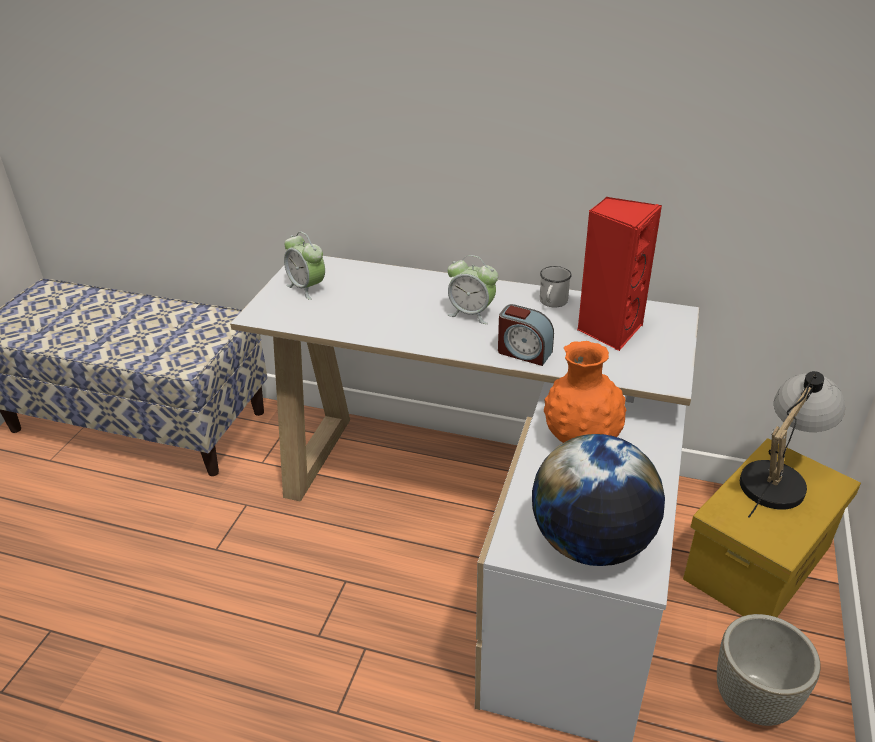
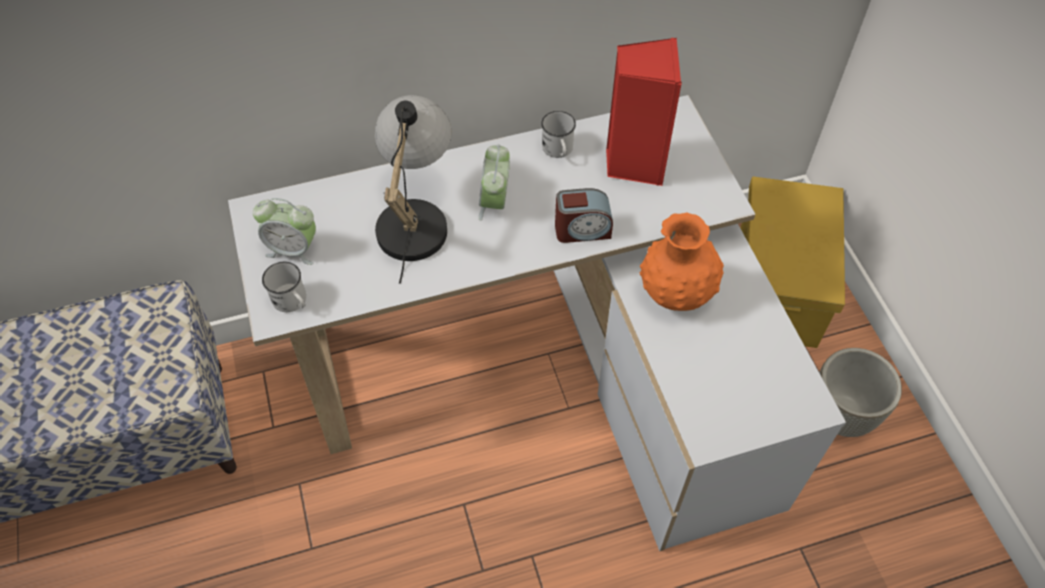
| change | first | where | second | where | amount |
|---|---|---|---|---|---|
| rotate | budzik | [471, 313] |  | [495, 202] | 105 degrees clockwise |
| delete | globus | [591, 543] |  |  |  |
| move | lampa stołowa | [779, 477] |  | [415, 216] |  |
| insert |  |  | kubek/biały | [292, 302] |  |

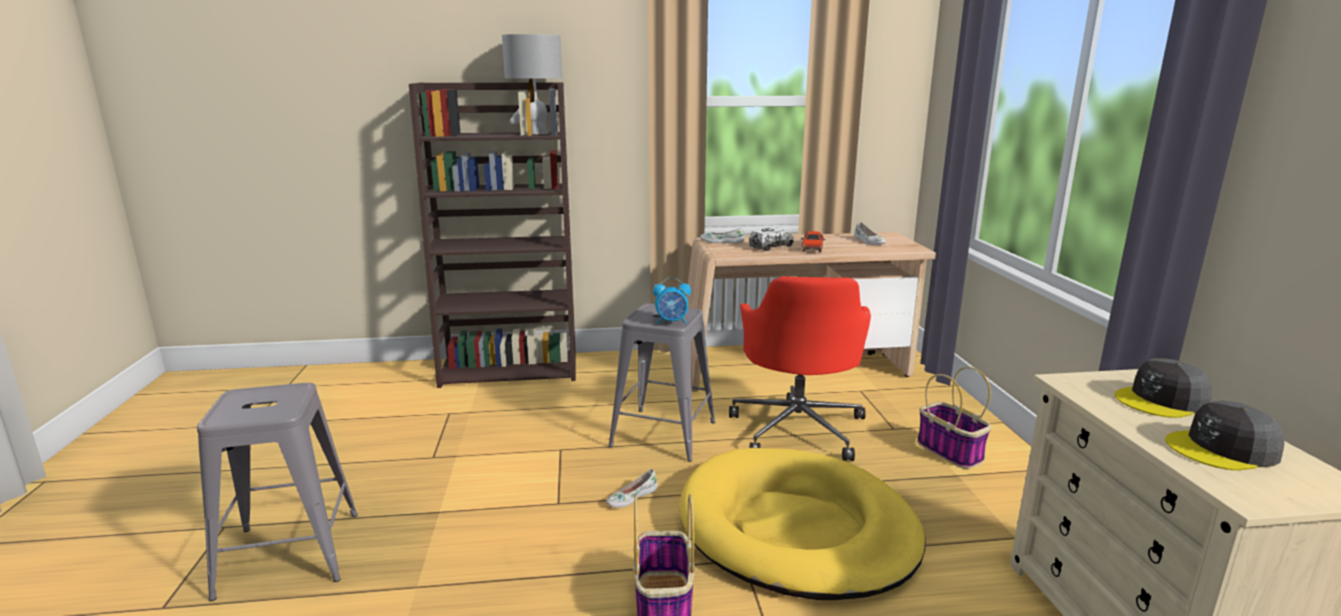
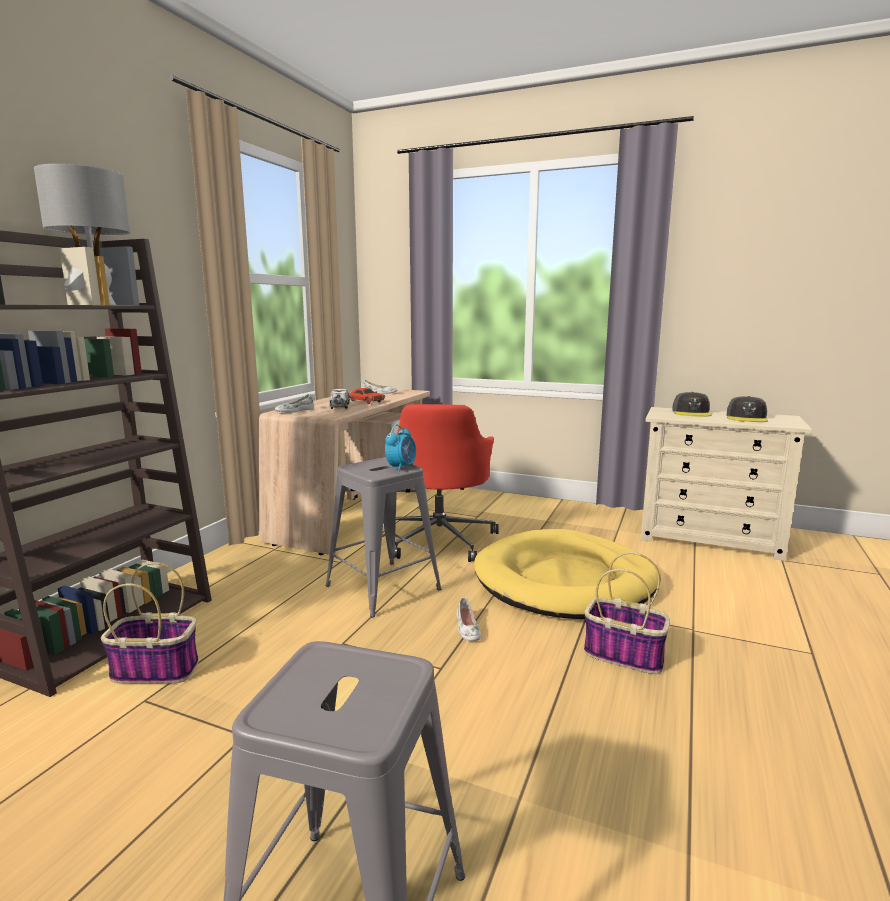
| change | first | where | second | where | amount |
|---|---|---|---|---|---|
| rotate | krzesło biurowe/czerwony | [798, 428] |  | [440, 540] | 60 degrees clockwise |
| move | koszyk | [951, 452] |  | [157, 670] |  |

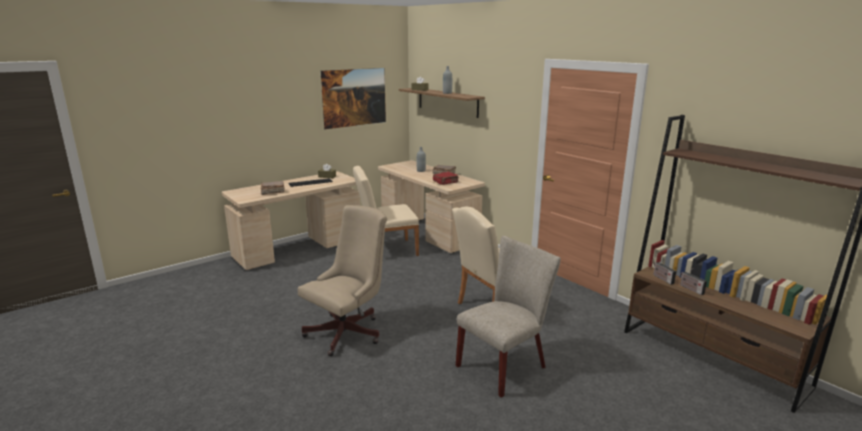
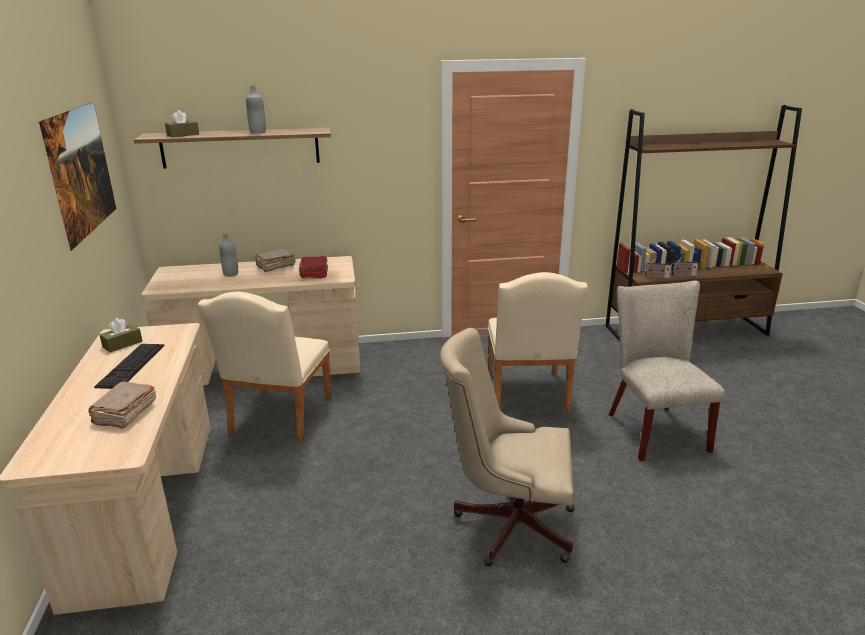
| change | first | where | second | where | amount |
|---|---|---|---|---|---|
| rotate | krzesło biurowe/beżowy | [349, 331] |  | [507, 523] | 60 degrees counterclockwise |

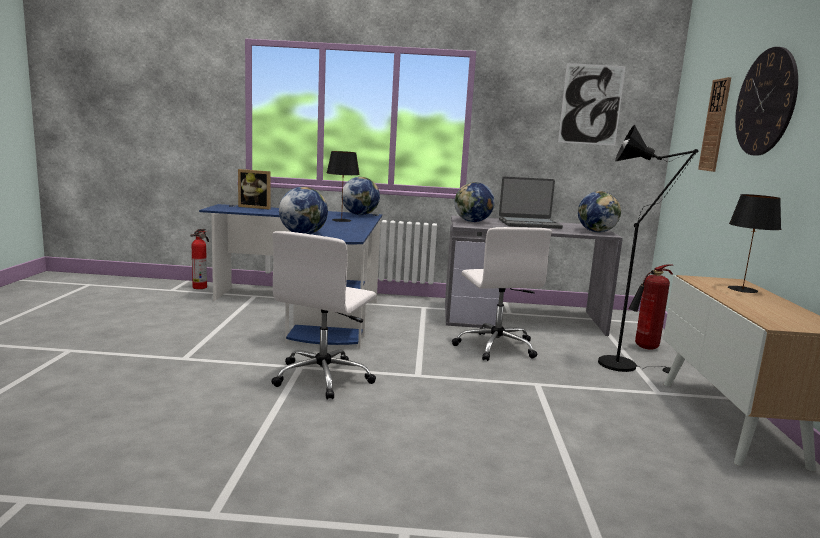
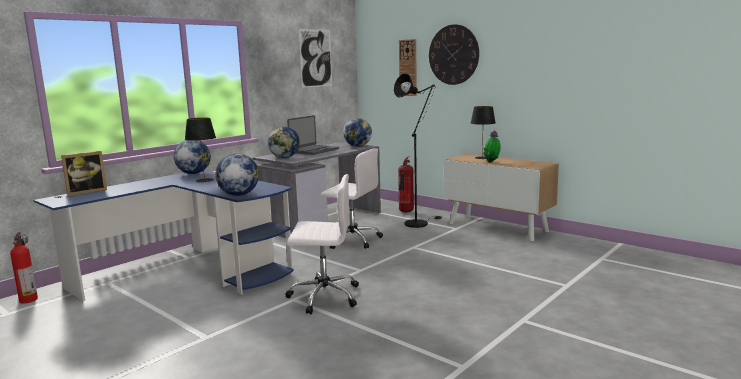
| change | first | where | second | where | amount |
|---|---|---|---|---|---|
| rotate | krzesło biurowe/biały | [323, 377] |  | [323, 296] | 60 degrees counterclockwise |
| insert |  |  | roślina doniczkowa | [492, 162] |  |

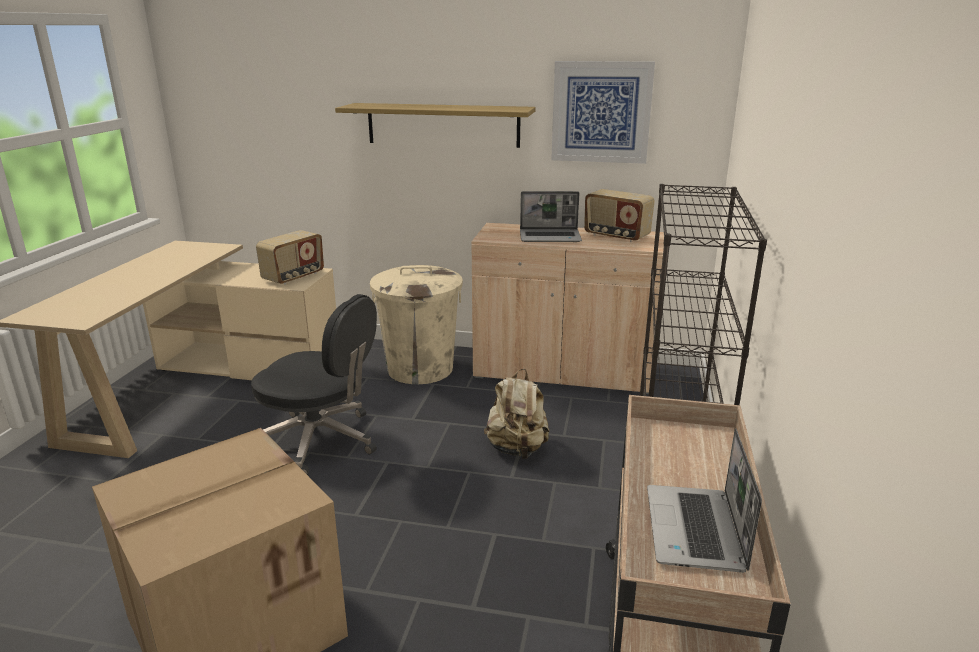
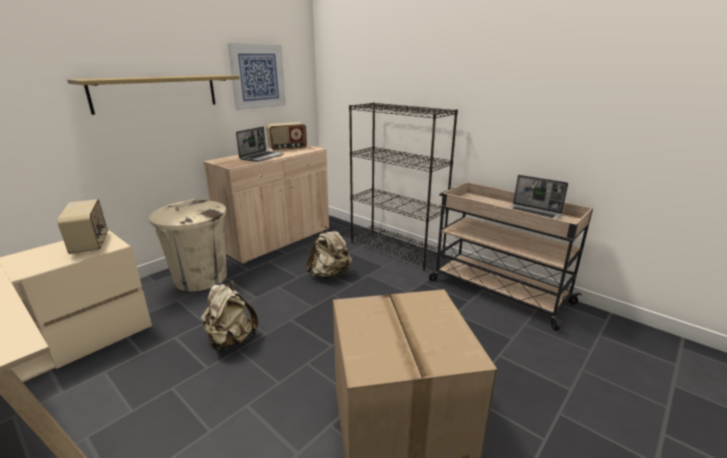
| change | first | where | second | where | amount |
|---|---|---|---|---|---|
| replace | krzesło biurowe/czarny | [320, 441] | plecak/beżowy | [231, 341] |  |

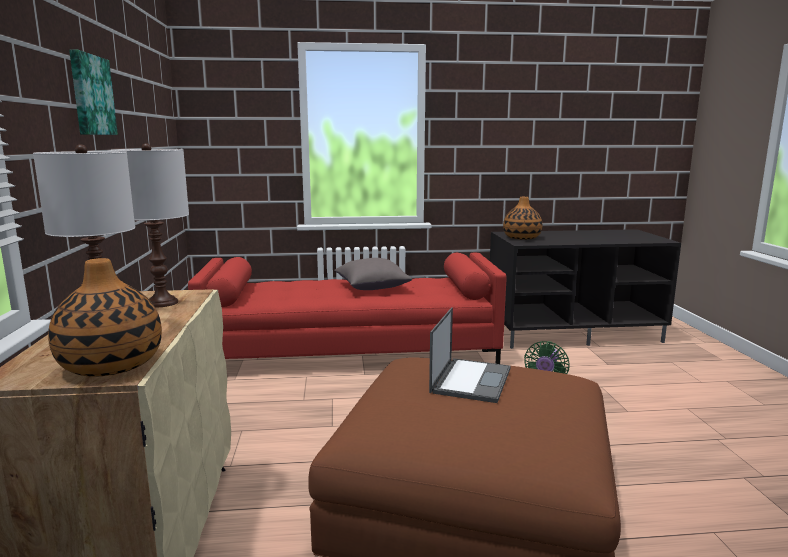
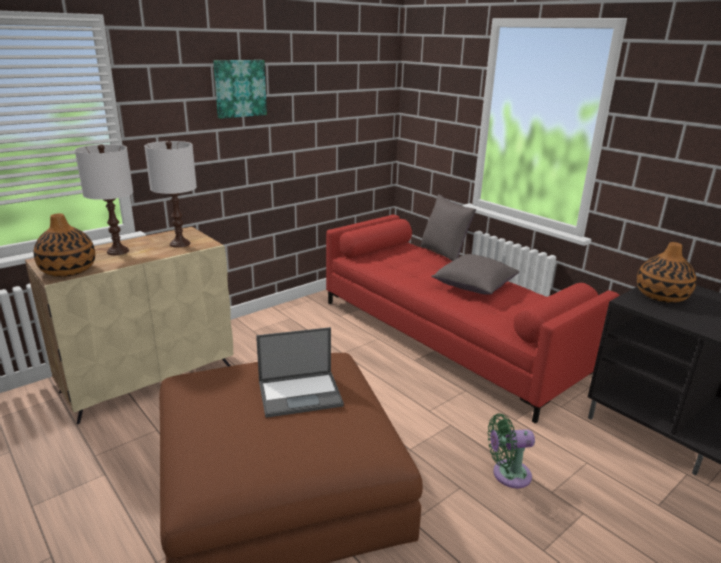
| change | first | where | second | where | amount |
|---|---|---|---|---|---|
| insert |  |  | poduszka/szary | [444, 254] |  |

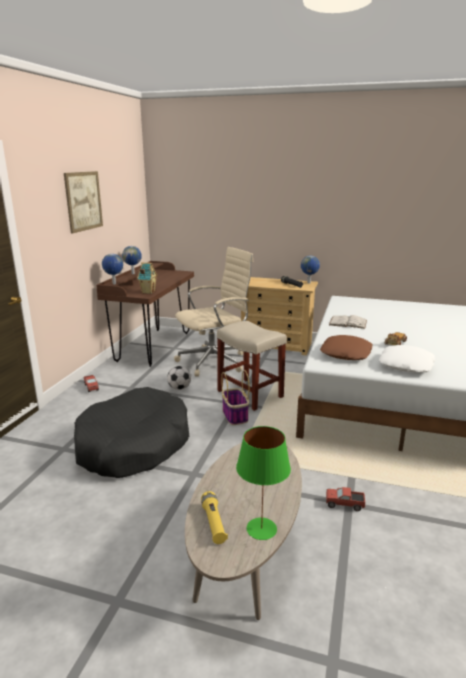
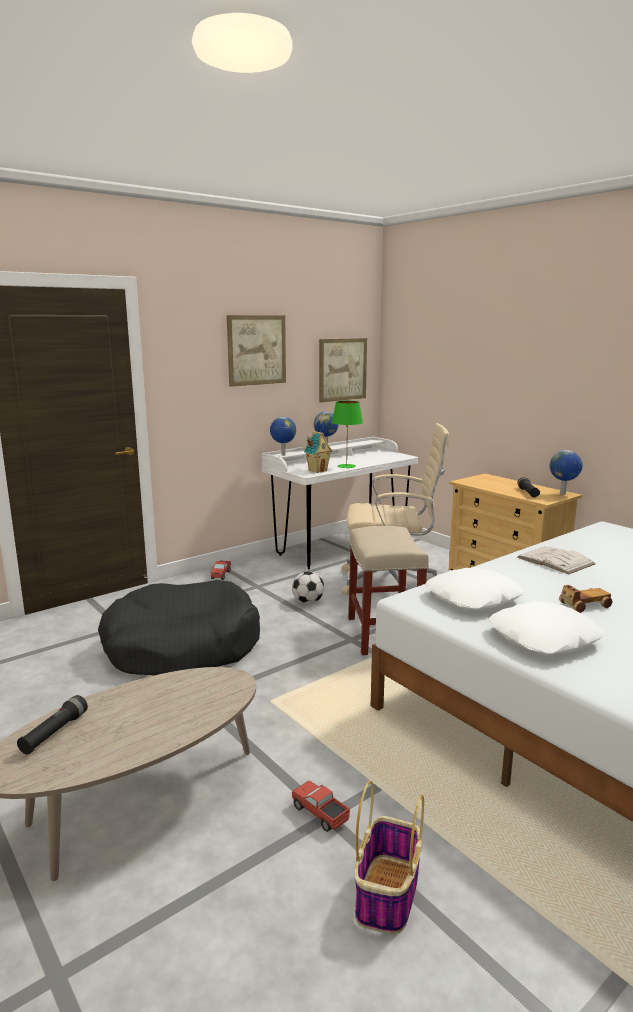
| change | first | where | second | where | amount |
|---|---|---|---|---|---|
| recolor | biurko/brązowy | [153, 346] | biurko/biały | [341, 548] |  |
| recolor | latarka/żółty | [213, 523] | latarka/czarny | [54, 733] |  |
| move | koszyk | [235, 416] |  | [387, 895] |  |
| move | lampa stołowa/zielony | [261, 529] |  | [346, 466] |  |
| recolor | poduszka/brązowy | [346, 353] | poduszka/biały | [473, 598] |  |
| insert |  |  | obraz | [342, 369] |  |

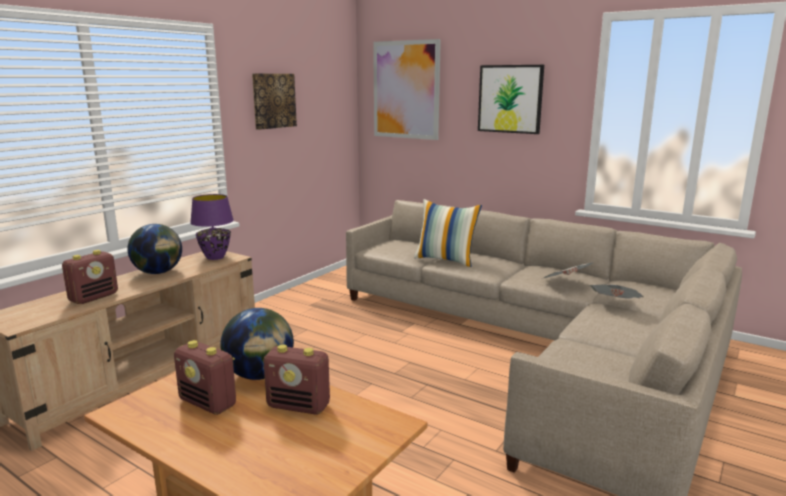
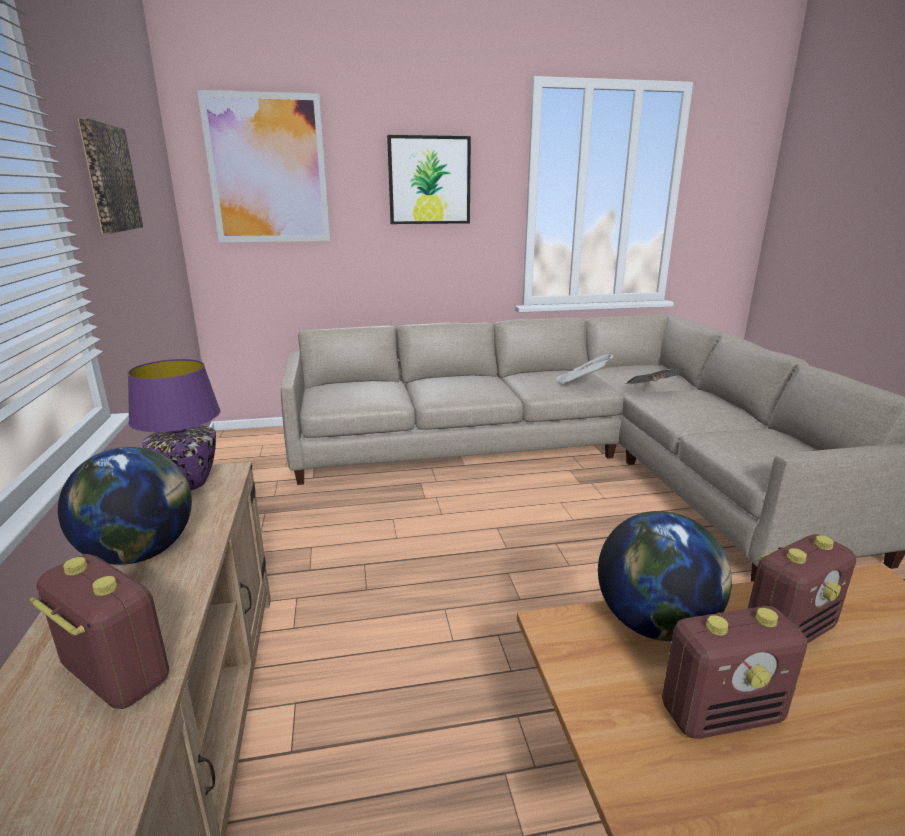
| change | first | where | second | where | amount |
|---|---|---|---|---|---|
| rotate | radio | [94, 297] |  | [115, 674] | 45 degrees counterclockwise |
| delete | poduszka | [446, 260] |  |  |  |

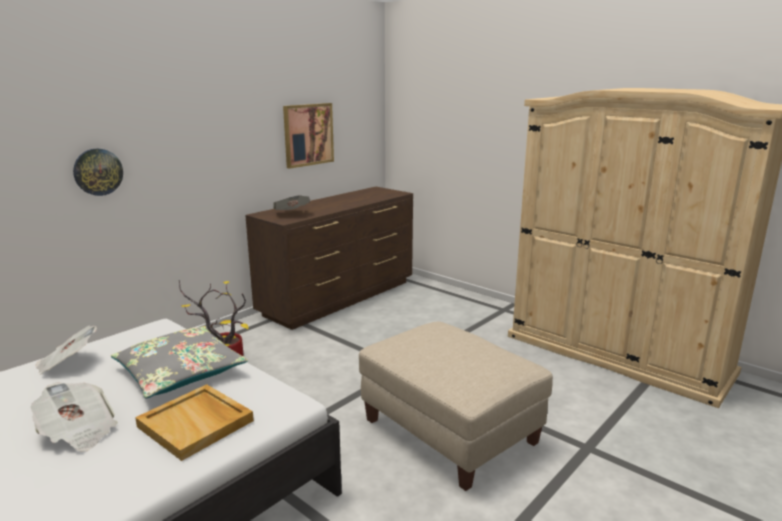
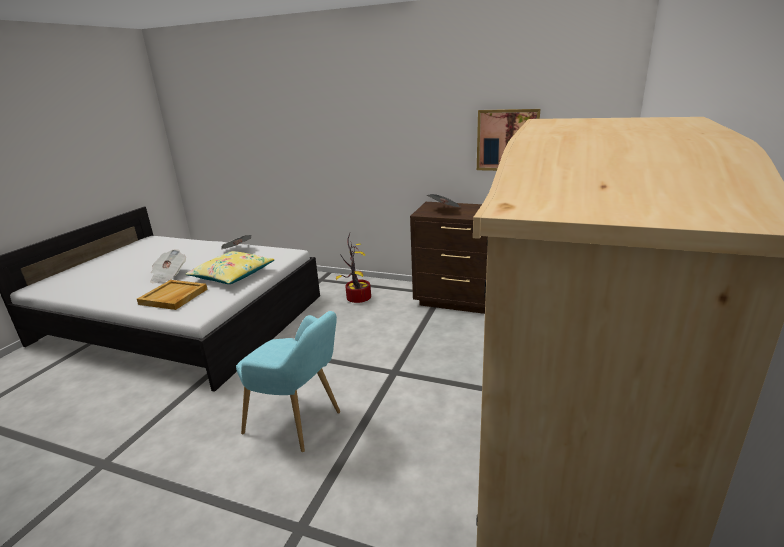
| change | first | where | second | where | amount |
|---|---|---|---|---|---|
| delete | zegar ścienny | [98, 172] |  |  |  |
| recolor | poduszka/szary | [180, 372] | poduszka/żółty | [232, 275] |  |
| replace | pufa/beżowy | [449, 432] | fotel/turkusowy | [299, 423] |  |

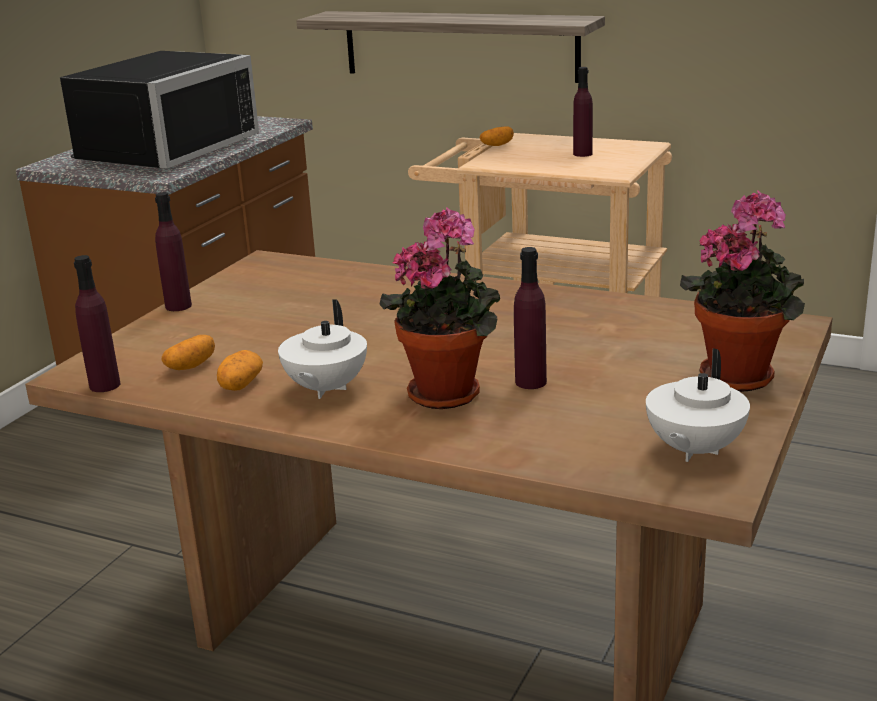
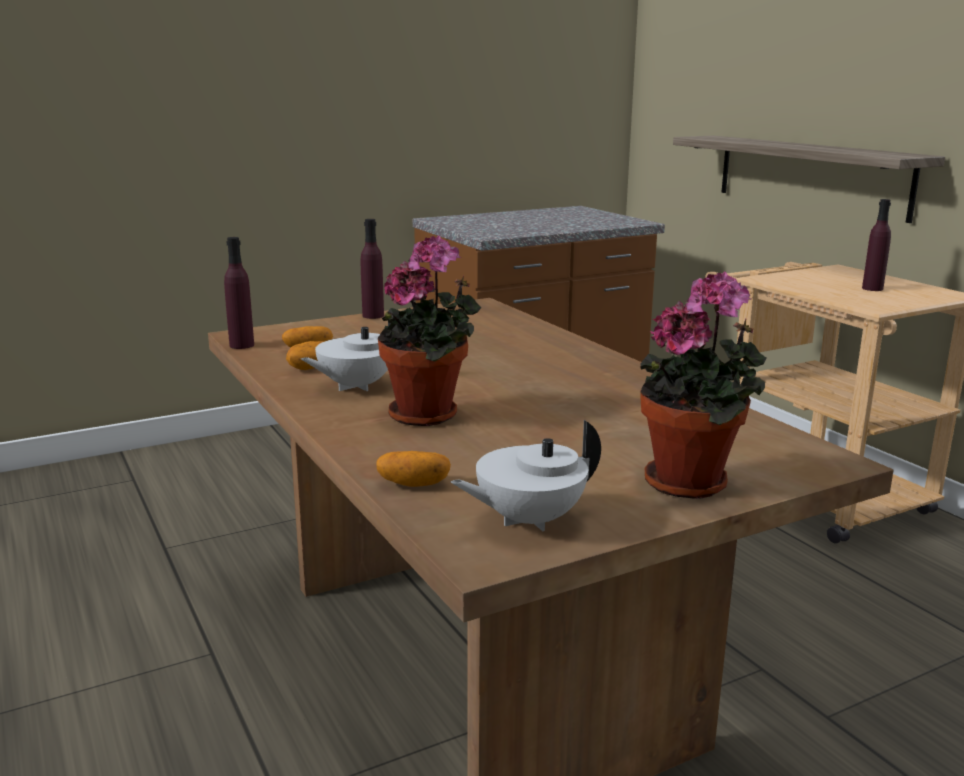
| change | first | where | second | where | amount |
|---|---|---|---|---|---|
| delete | mikrofalówka/czarny | [160, 150] |  |  |  |
| move | ziemniak | [497, 145] |  | [413, 484] |  |
| delete | butelka/fioletowy | [530, 382] |  |  |  |

